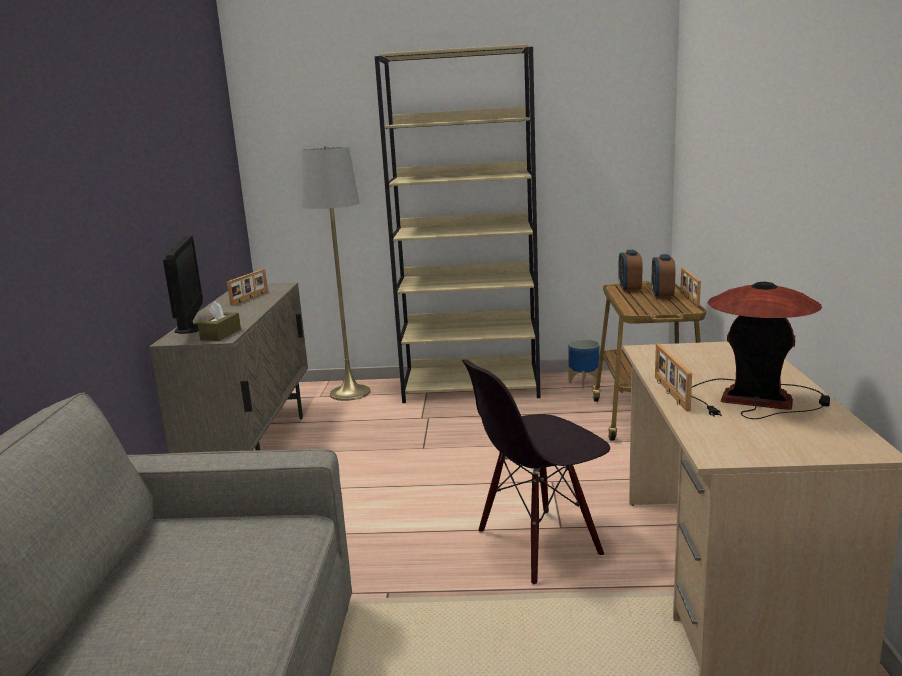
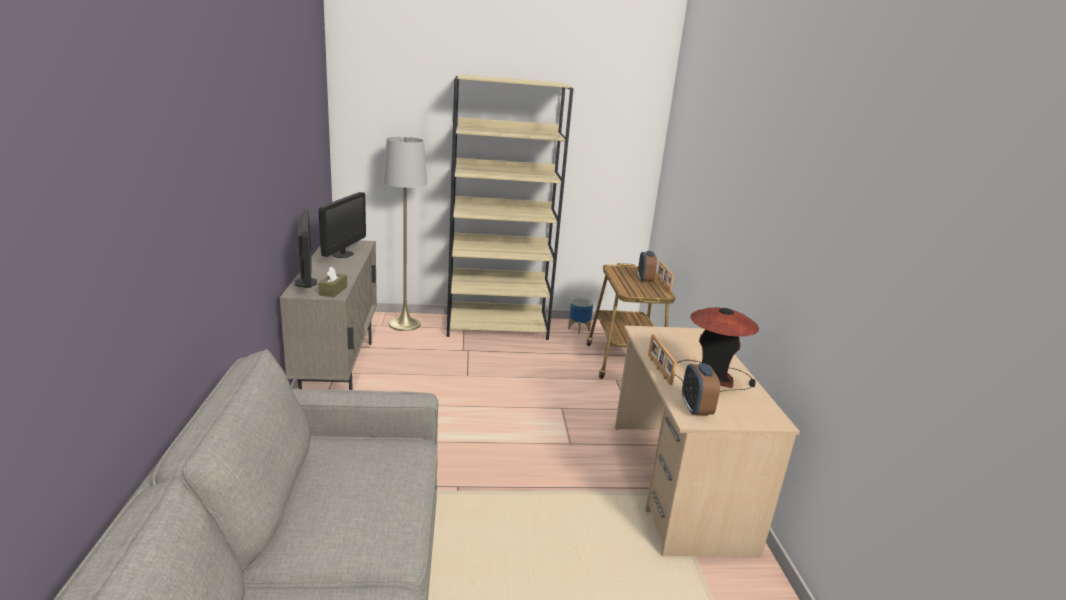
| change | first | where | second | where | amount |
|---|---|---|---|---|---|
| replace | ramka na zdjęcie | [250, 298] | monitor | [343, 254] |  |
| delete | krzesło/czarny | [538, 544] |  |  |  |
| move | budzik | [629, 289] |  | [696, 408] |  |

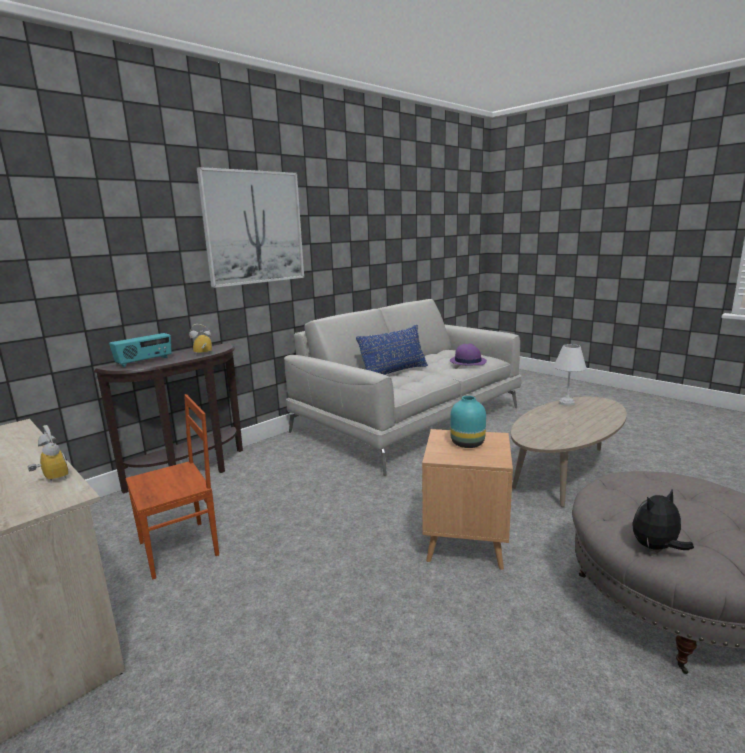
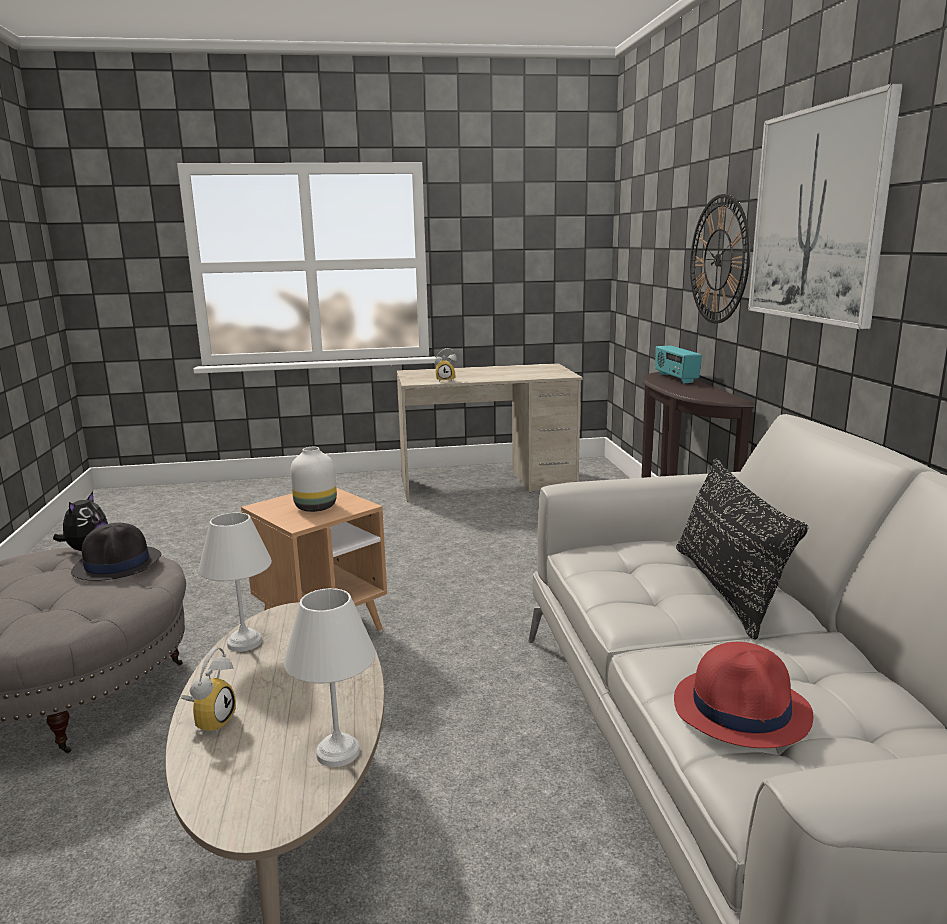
| change | first | where | second | where | amount |
|---|---|---|---|---|---|
| delete | krzesło/brązowy | [180, 548] |  |  |  |
| move | budzik | [203, 354] |  | [211, 721] |  |
| recolor | poduszka/niebieski | [394, 373] | poduszka/czarny | [725, 589] |  |
| recolor | kapelusz/fioletowy | [467, 361] | kapelusz/czerwony | [742, 709] |  |
| recolor | wazon/turkusowy | [468, 443] | wazon/biały | [315, 508] |  |
| insert |  |  | kapelusz/czarny | [118, 564] |  |
| insert |  |  | lampa stołowa/biały | [245, 642] |  |
| insert |  |  | zegar ścienny | [718, 260] |  |

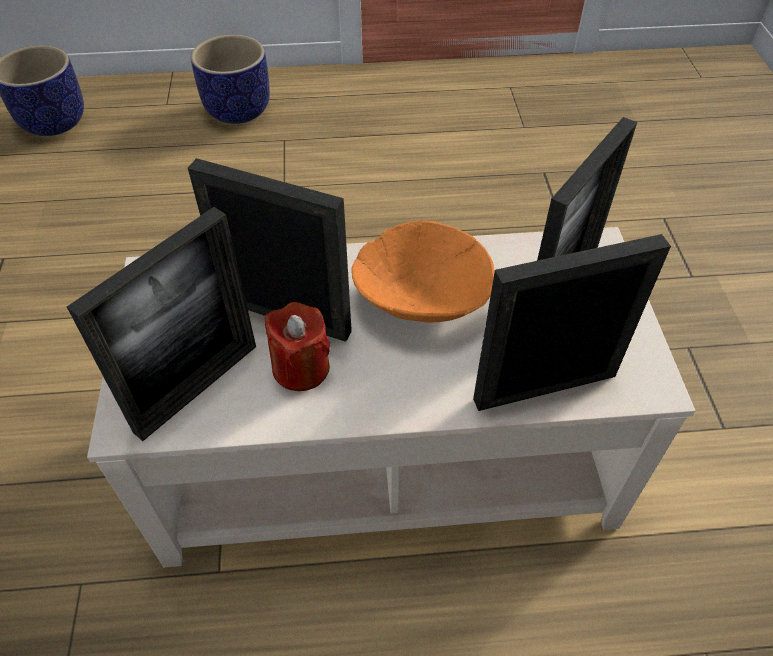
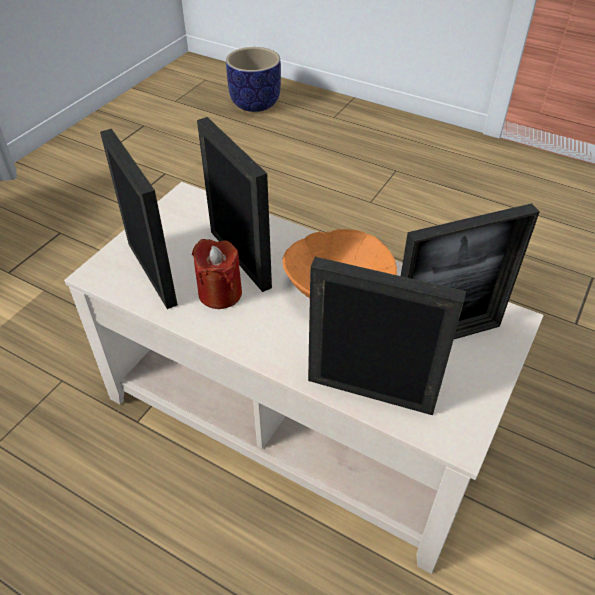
| change | first | where | second | where | amount |
|---|---|---|---|---|---|
| rotate | ramka na zdjęcie | [197, 387] |  | [152, 273] | 105 degrees counterclockwise |
| delete | donica | [238, 110] |  |  |  |

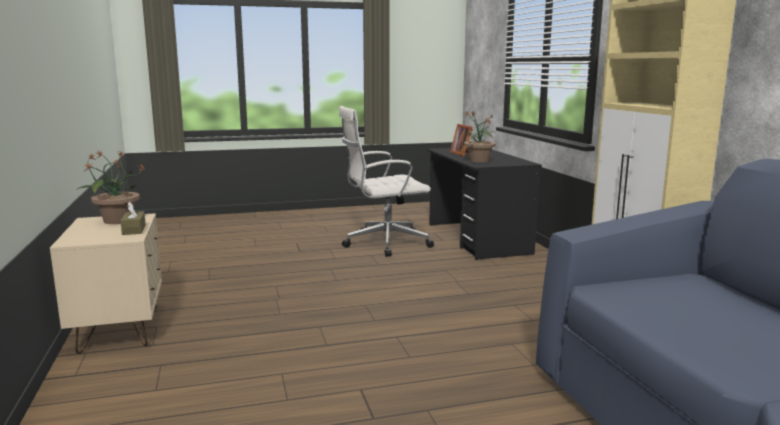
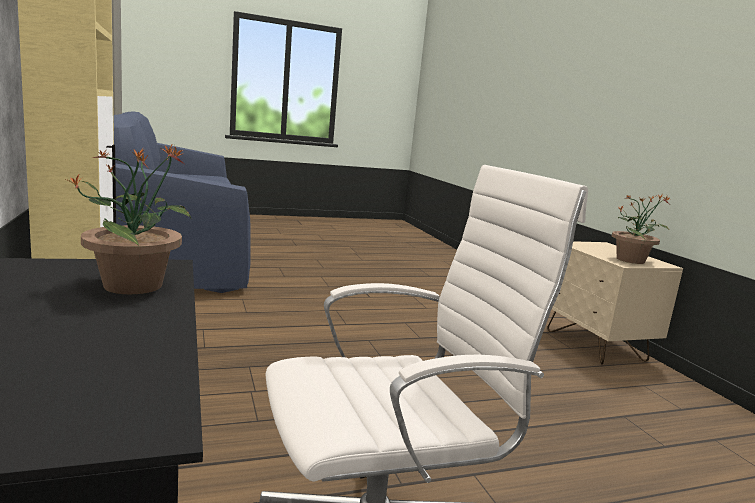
| change | first | where | second | where | amount |
|---|---|---|---|---|---|
| delete | pudełko chusteczek/brązowy | [134, 230] |  |  |  |
| delete | ramka na zdjęcie | [462, 154] |  |  |  |

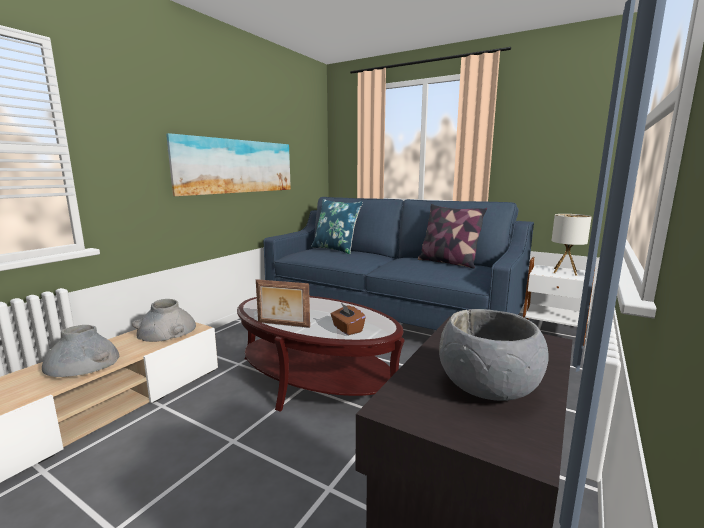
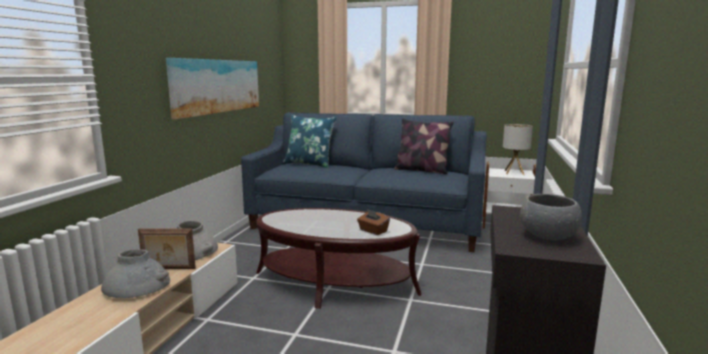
| change | first | where | second | where | amount |
|---|---|---|---|---|---|
| move | ramka na zdjęcie | [283, 325] |  | [168, 269] |  |

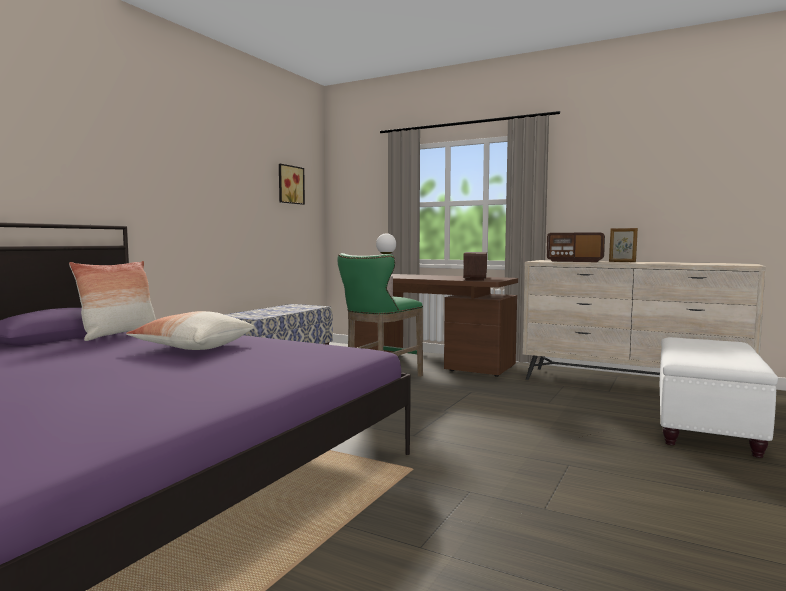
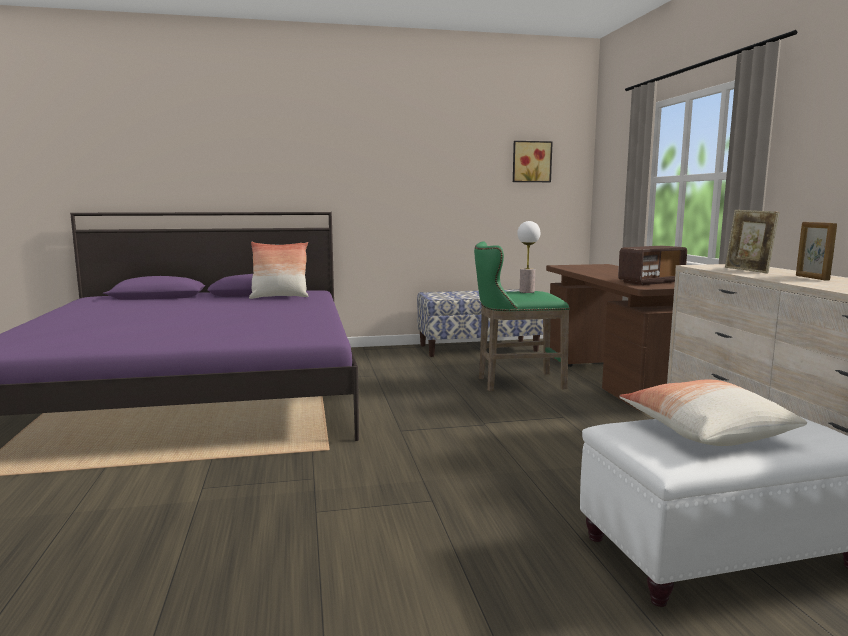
| change | first | where | second | where | amount |
|---|---|---|---|---|---|
| move | poduszka | [193, 347] |  | [705, 432] |  |
| replace | radio | [575, 261] | ramka na zdjęcie | [748, 270] |  |

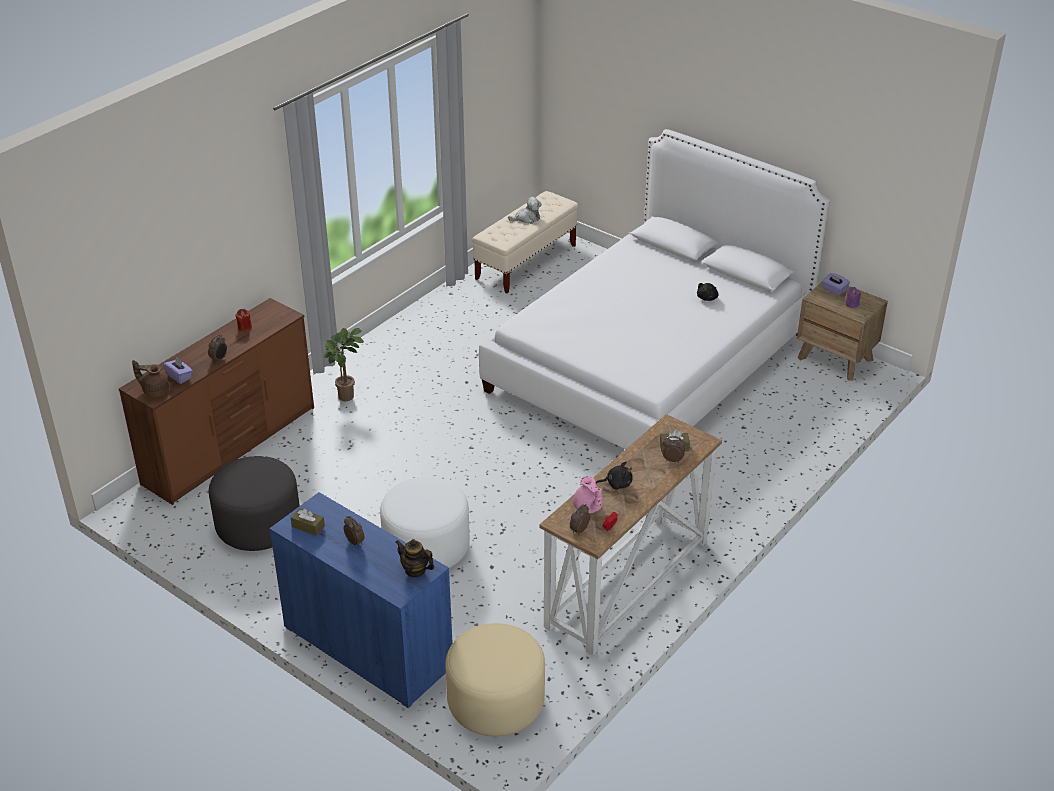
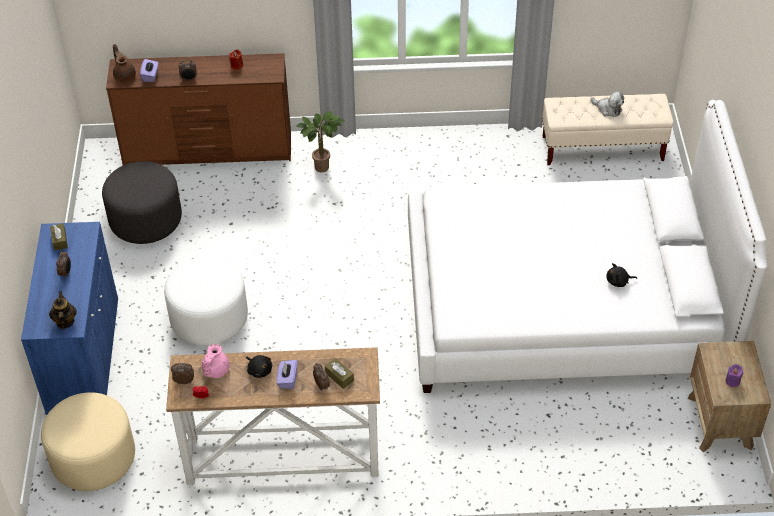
| change | first | where | second | where | amount |
|---|---|---|---|---|---|
| move | pudełko chusteczek/fioletowy | [834, 290] |  | [287, 380] |  |

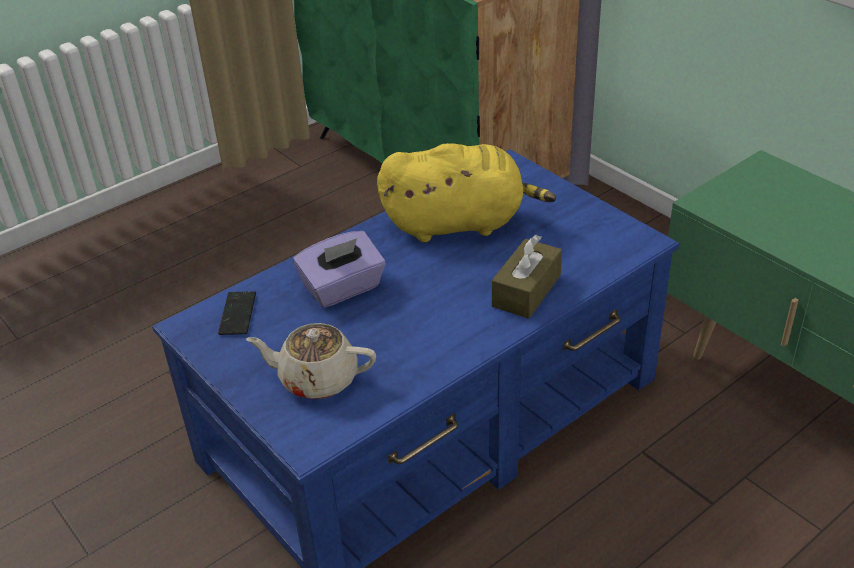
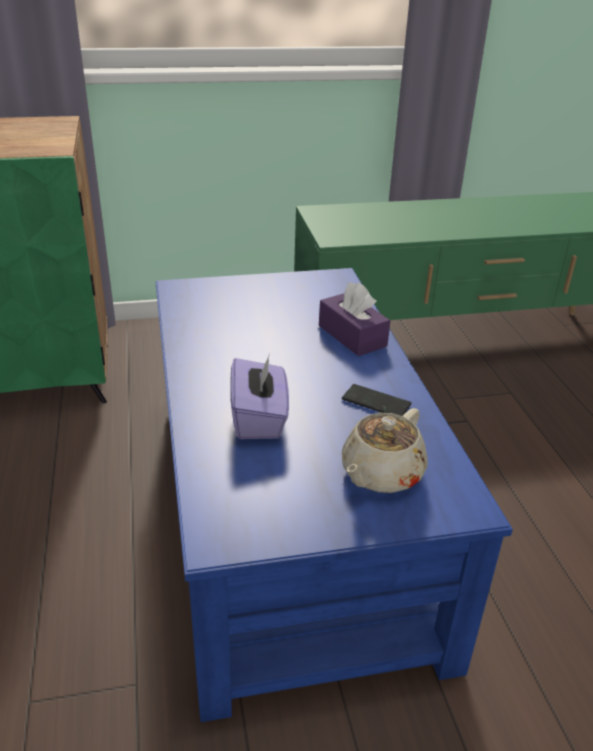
| change | first | where | second | where | amount |
|---|---|---|---|---|---|
| move | telefon | [237, 314] |  | [376, 403] |  |
| delete | pluszak/żółty | [459, 223] |  |  |  |
| recolor | pudełko chusteczek/brązowy | [526, 291] | pudełko chusteczek/fioletowy | [352, 336] |  |

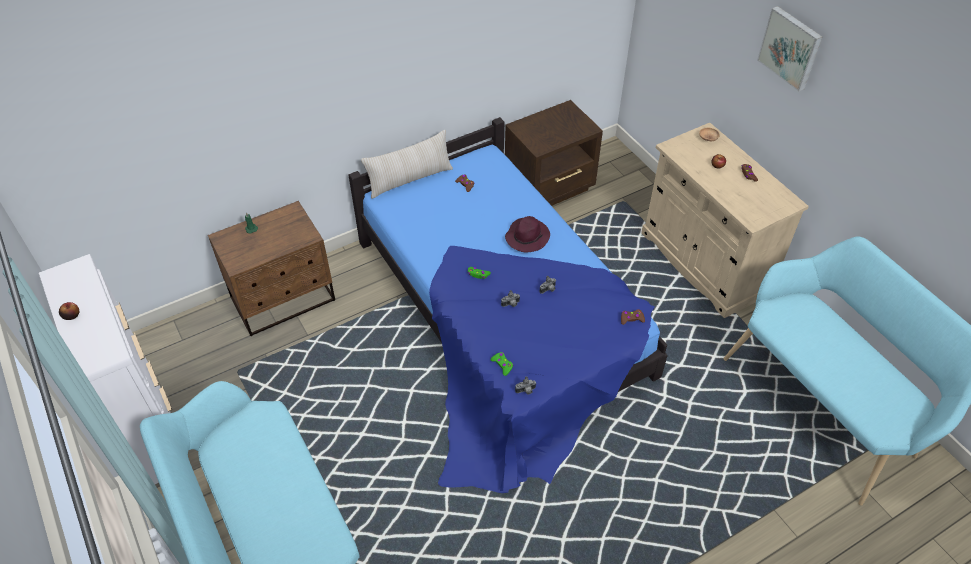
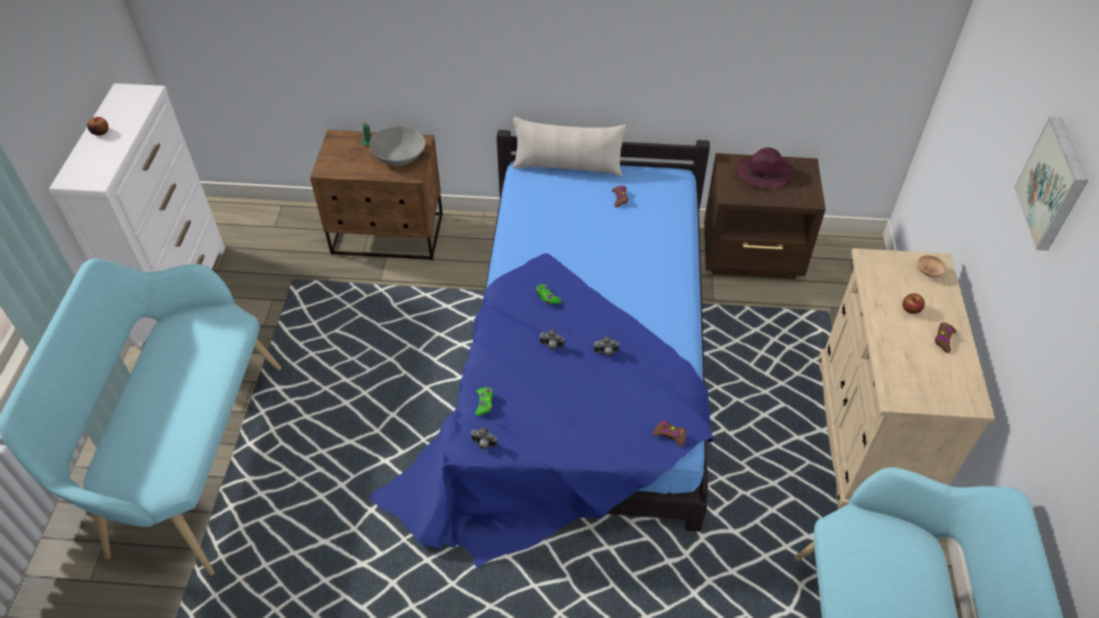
| change | first | where | second | where | amount |
|---|---|---|---|---|---|
| move | kapelusz/fioletowy | [527, 237] |  | [764, 172] |  |
| insert |  |  | miska/szary | [399, 156] |  |

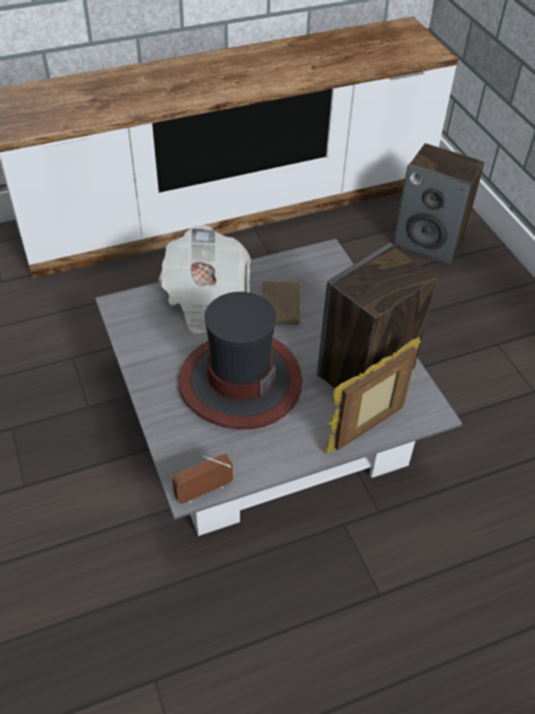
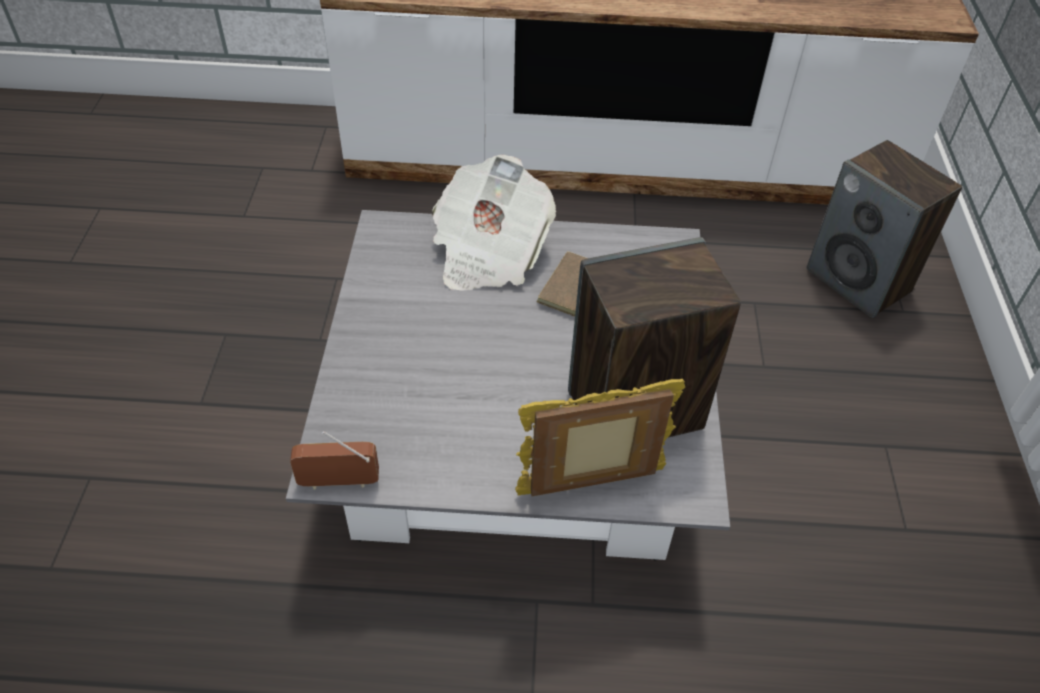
| change | first | where | second | where | amount |
|---|---|---|---|---|---|
| delete | kapelusz | [239, 381] |  |  |  |

